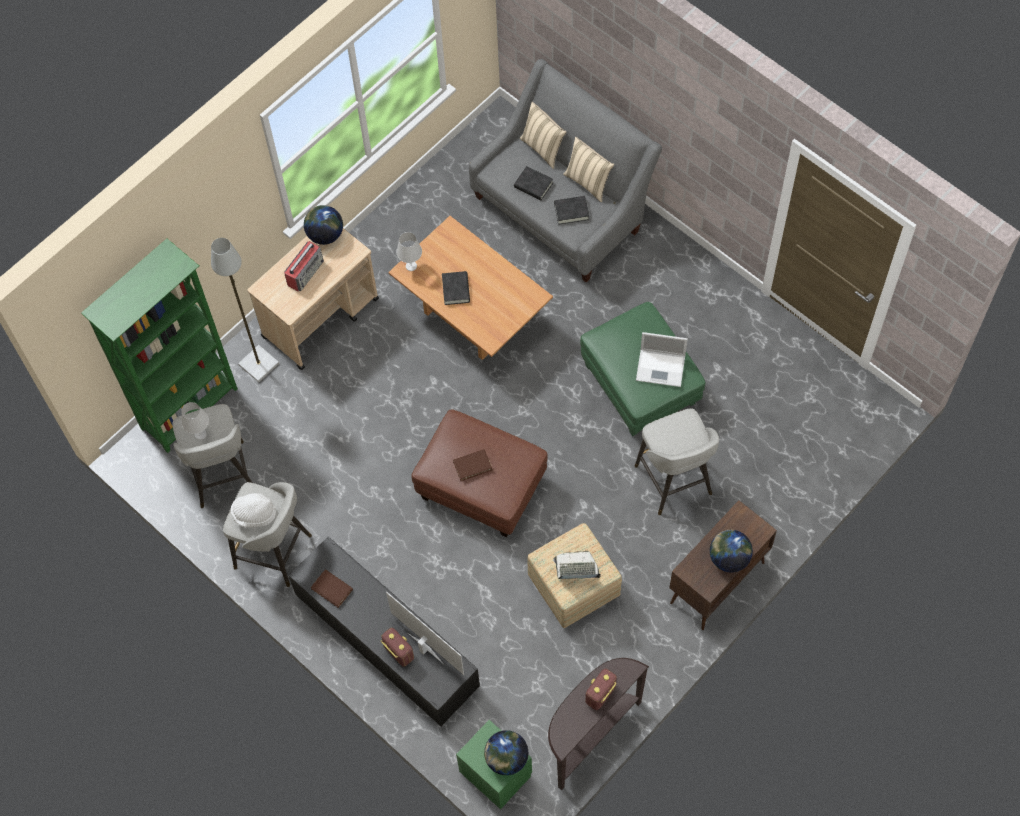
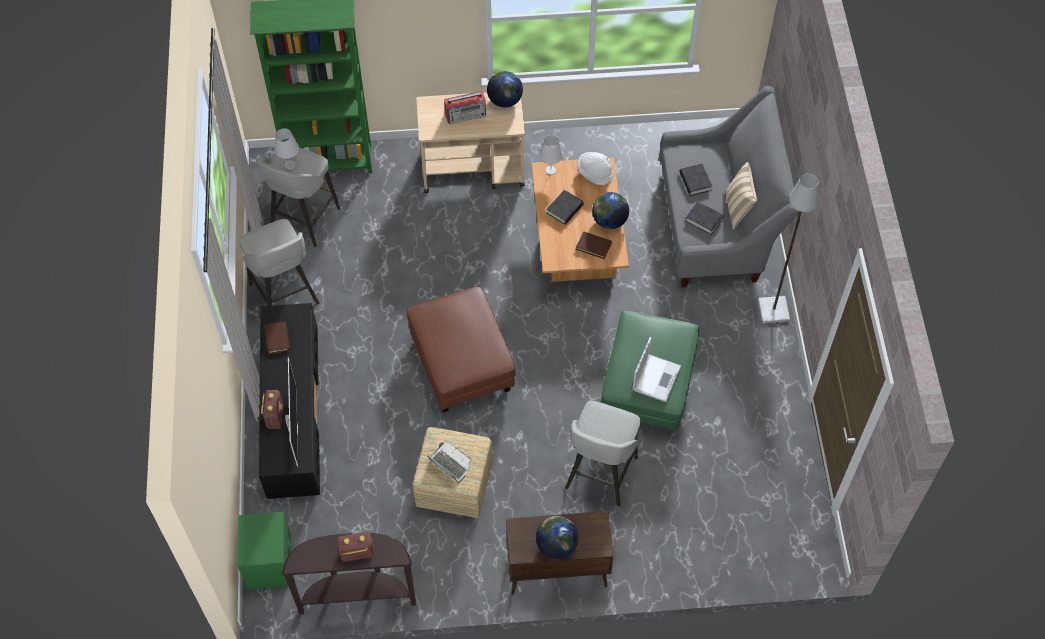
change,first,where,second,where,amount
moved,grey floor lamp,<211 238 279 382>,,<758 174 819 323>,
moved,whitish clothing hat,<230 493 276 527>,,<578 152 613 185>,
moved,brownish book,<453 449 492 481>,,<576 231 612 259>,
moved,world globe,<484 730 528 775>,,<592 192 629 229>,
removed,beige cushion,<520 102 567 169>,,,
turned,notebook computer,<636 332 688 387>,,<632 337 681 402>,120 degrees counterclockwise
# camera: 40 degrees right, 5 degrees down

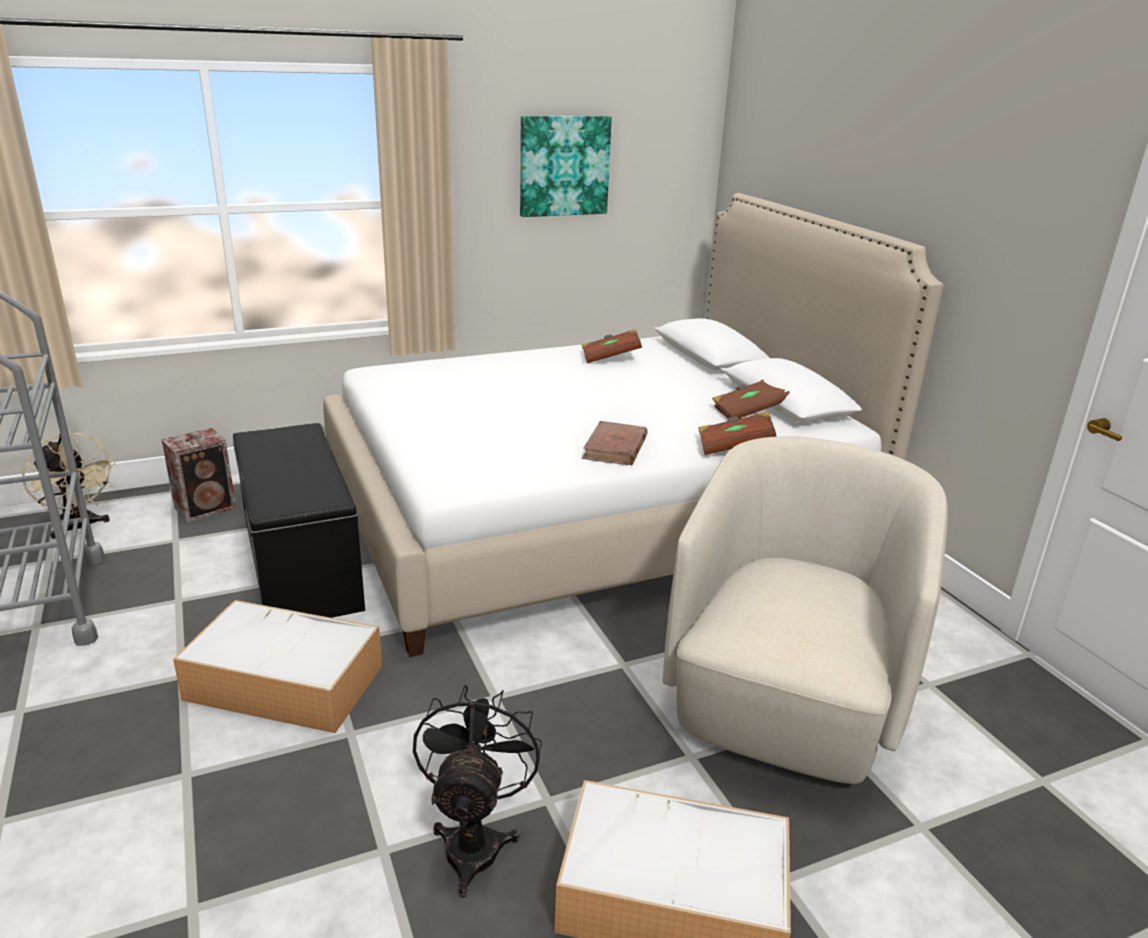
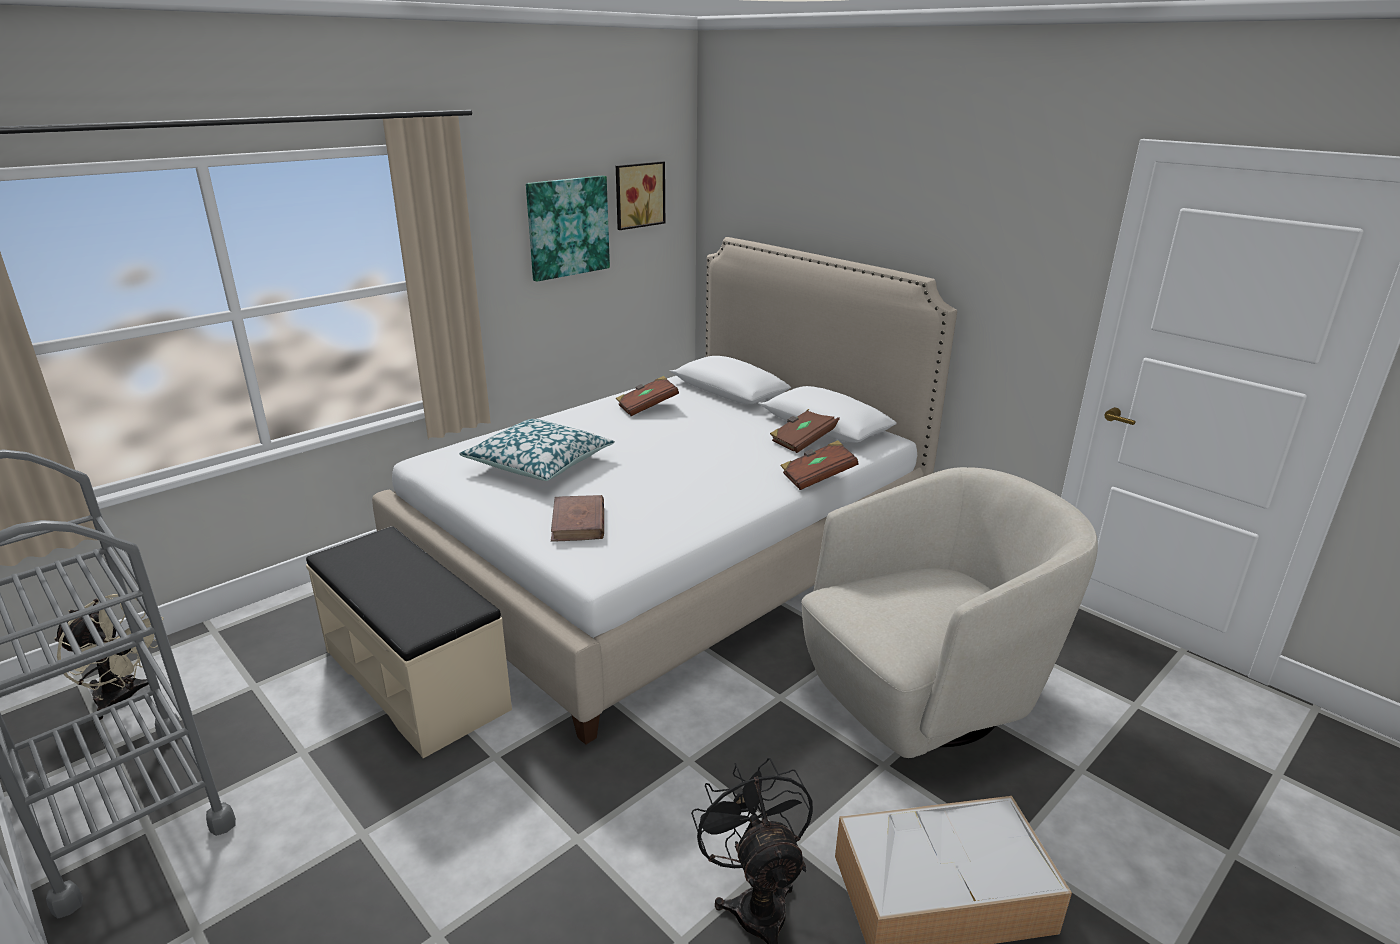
change,first,where,second,where,amount
removed,loudspeaker,<161 428 236 523>,,,
removed,storage container,<173 600 382 733>,,,
recoloured,black-coloured bench,<233 423 365 618>,beige bench,<306 526 512 758>,
moved,brownish book,<582 421 648 465>,,<551 495 604 541>,
turned,beige armchair,<663 436 948 784>,,<801 467 1098 758>,60 degrees clockwise
added,,,cushion,<459 419 615 481>,
added,,,wall art,<616 161 665 230>,
# camera: 20 degrees left, 0 degrees up

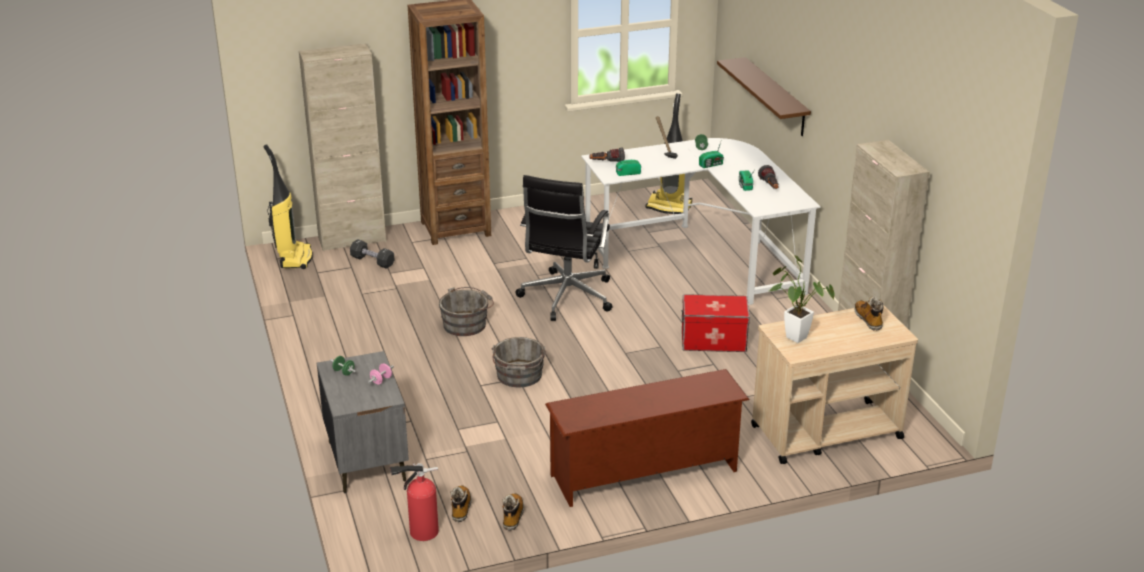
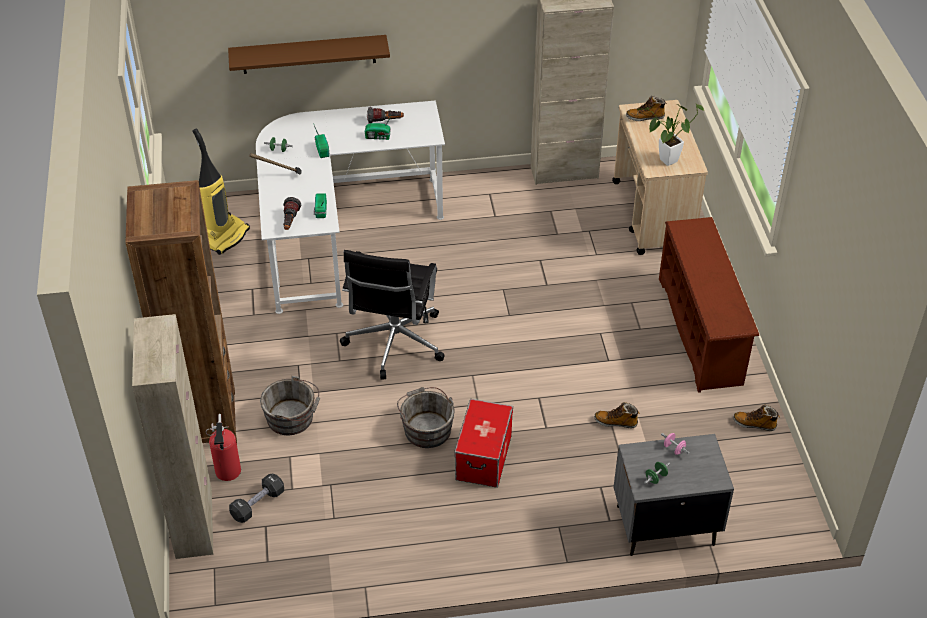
change,first,where,second,where,amount
removed,vacuum cleaner,<263 144 313 269>,,,
moved,extinguisher,<390 463 439 541>,,<205 414 241 481>,
moved,high-top boot,<451 485 472 522>,,<594 402 640 428>,
moved,grey pail,<492 337 546 387>,,<260 376 320 435>,
turned,black-coloured office chair,<515 175 612 321>,,<340 250 445 380>,75 degrees clockwise
moved,storage container,<682 294 750 352>,,<455 399 513 488>,
# camera: 80 degrees left, 15 degrees up

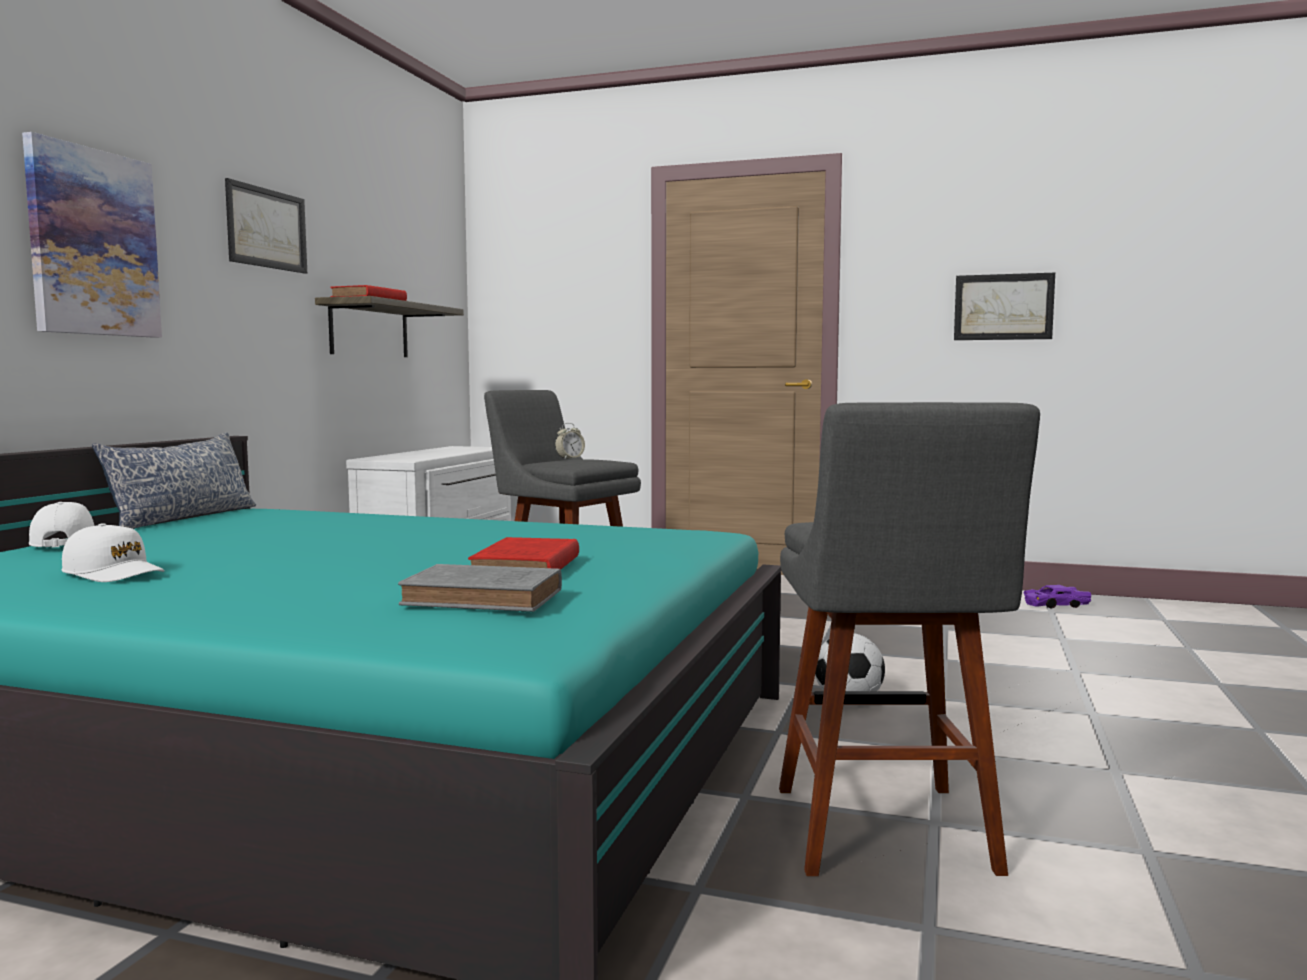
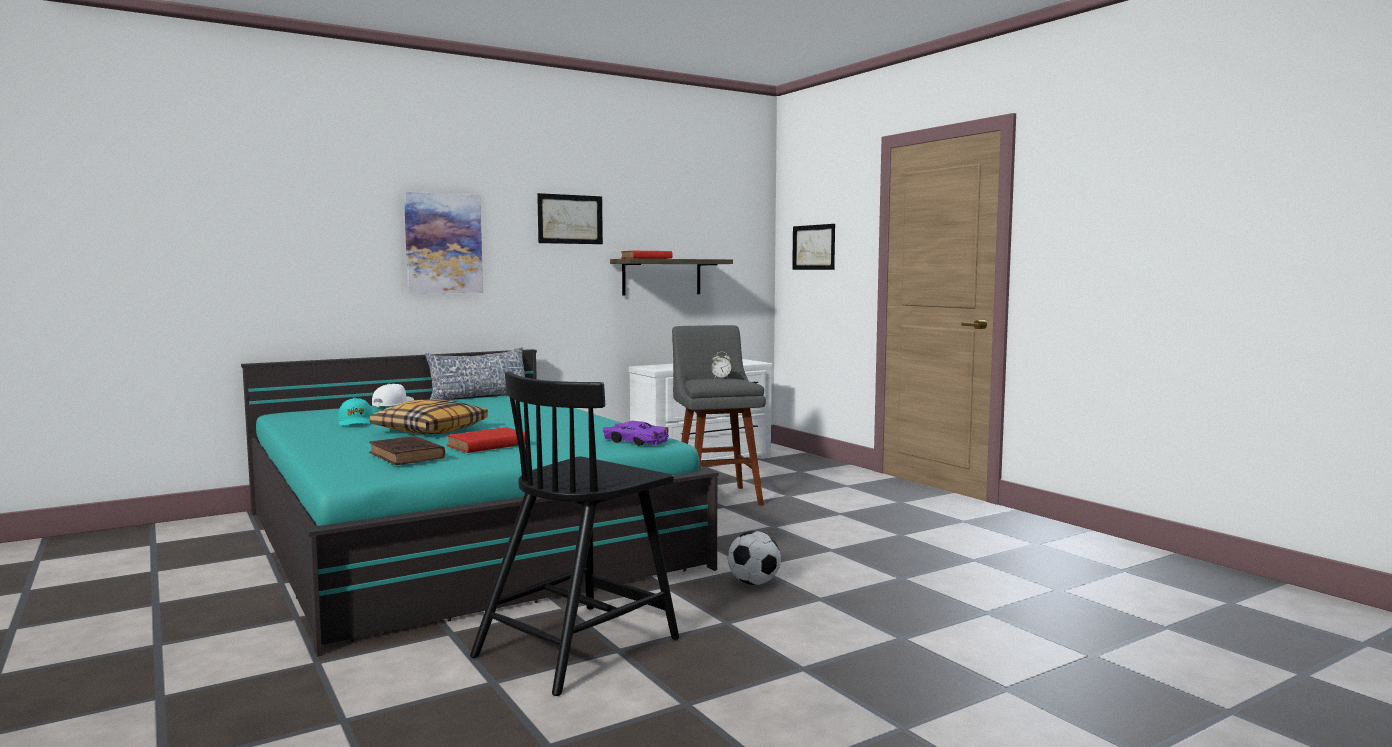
change,first,where,second,where,amount
recoloured,whitish baseball cap,<62 523 165 582>,blue-green baseball cap,<338 398 373 426>,
recoloured,grey book,<398 564 562 612>,brownish book,<369 436 445 465>,
replaced,grey stool seat,<779 402 1040 876>,black-coloured plain chair,<470 372 679 696>,
moved,wall art,<954 273 1055 340>,,<792 224 835 270>,
moved,purplish toy car,<1024 585 1091 608>,,<603 421 669 446>,
added,,,cushion,<370 399 488 434>,
# camera: 40 degrees right, 0 degrees up

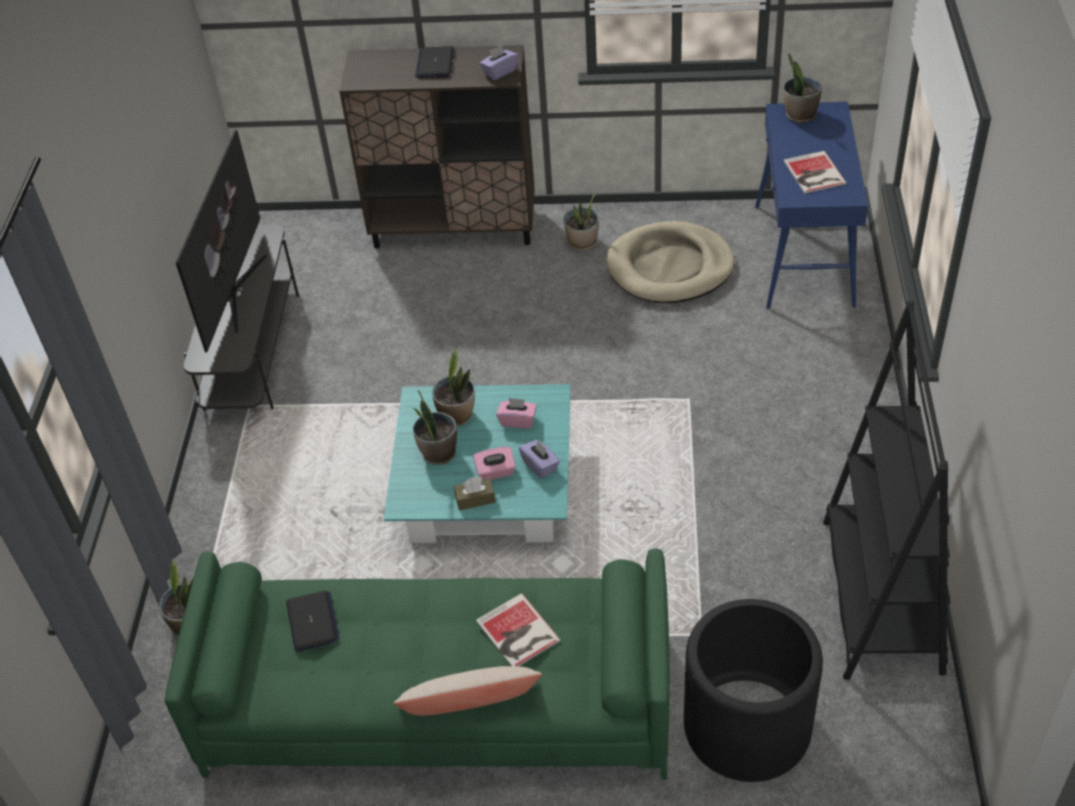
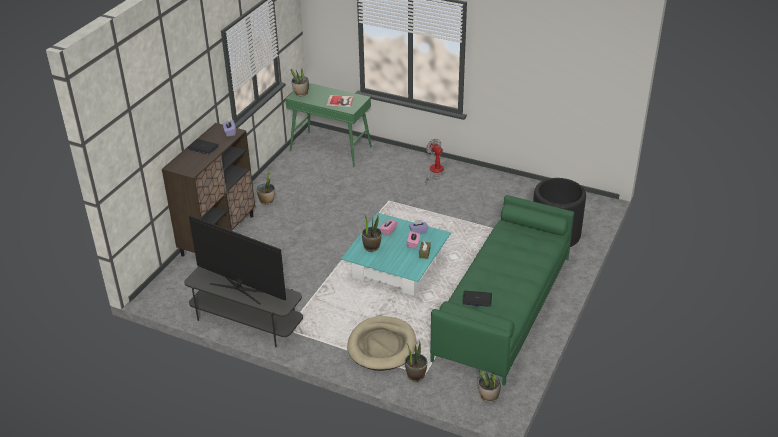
change,first,where,second,where,amount
removed,beige cushion,<393 666 542 716>,,,
moved,plant in a pot,<413 390 457 465>,,<478 370 501 402>,
removed,book,<476 593 561 667>,,,
moved,beige pet bed,<606 221 735 303>,,<347 316 416 371>,
recoloured,bluish console table,<755 102 868 309>,green-coloured console table,<285 83 372 167>,
removed,black-coloured bookshelf,<823 300 951 680>,,,
added,,,cooling fan,<425 139 444 185>,
# camera: 70 degrees left, 10 degrees down

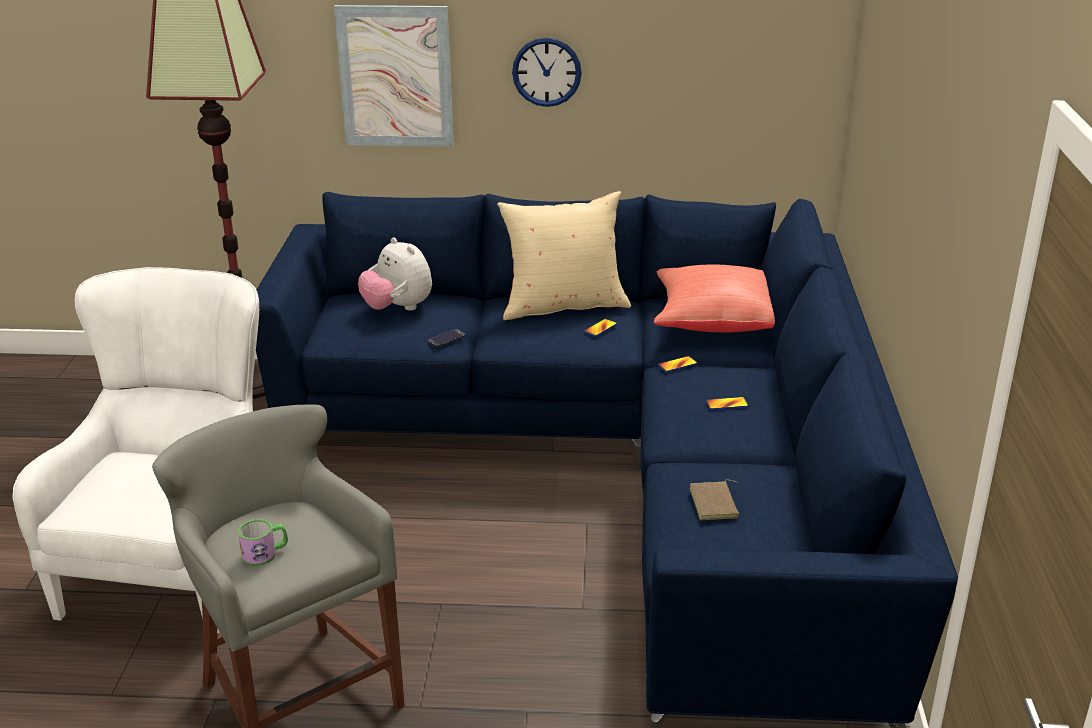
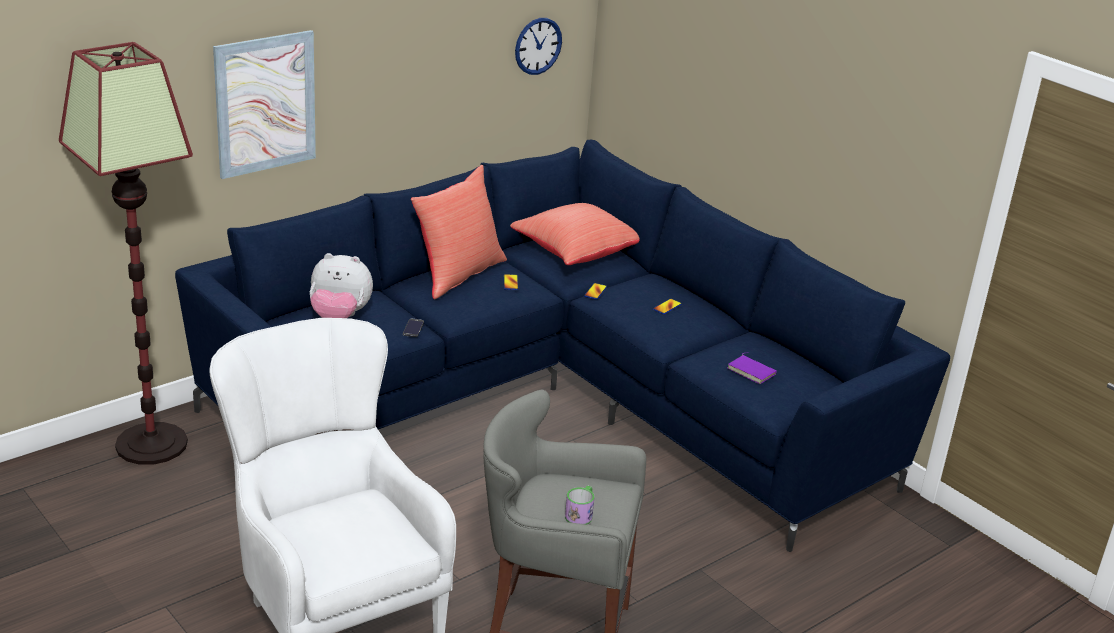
change,first,where,second,where,amount
recoloured,beige cushion,<497 191 631 320>,red cushion,<411 165 507 299>,
moved,hanging clock,<512 38 582 107>,,<515 18 562 75>,
recoloured,brownish book,<690 479 739 520>,purplish book,<727 352 777 384>,
# camera: 45 degrees left, 0 degrees up

